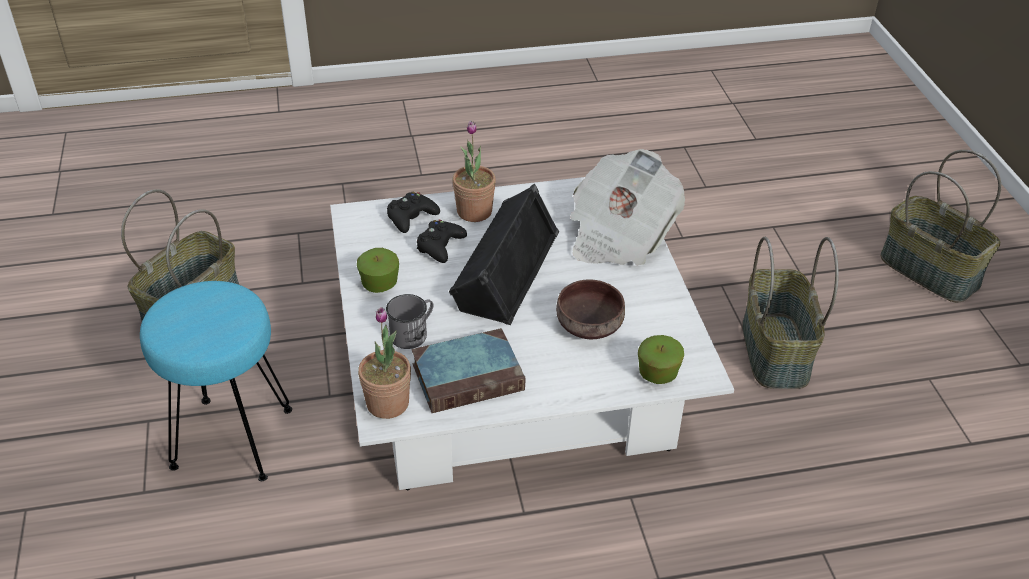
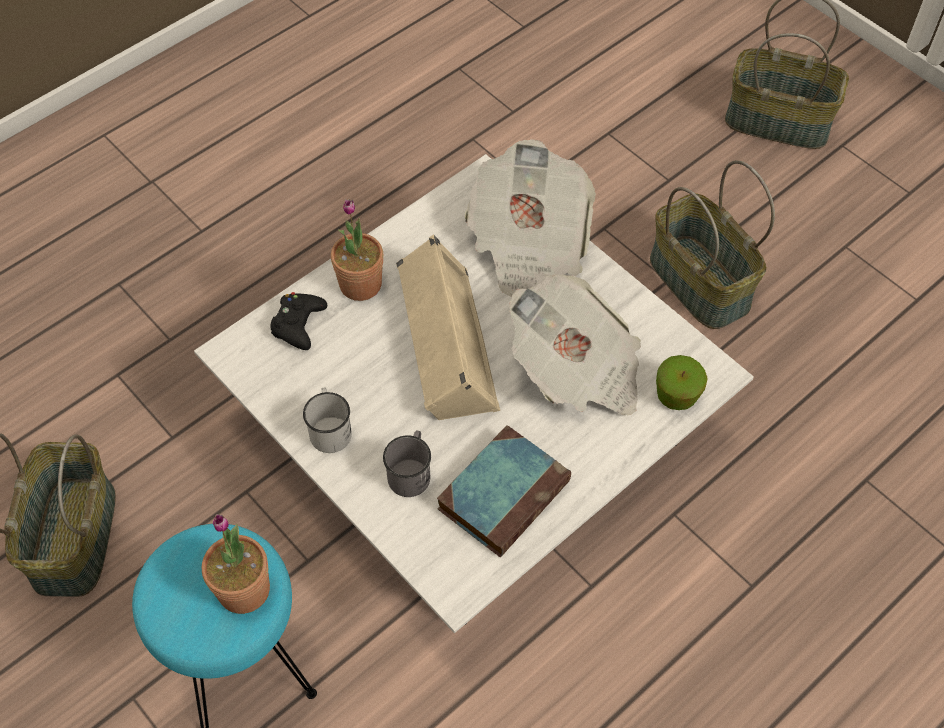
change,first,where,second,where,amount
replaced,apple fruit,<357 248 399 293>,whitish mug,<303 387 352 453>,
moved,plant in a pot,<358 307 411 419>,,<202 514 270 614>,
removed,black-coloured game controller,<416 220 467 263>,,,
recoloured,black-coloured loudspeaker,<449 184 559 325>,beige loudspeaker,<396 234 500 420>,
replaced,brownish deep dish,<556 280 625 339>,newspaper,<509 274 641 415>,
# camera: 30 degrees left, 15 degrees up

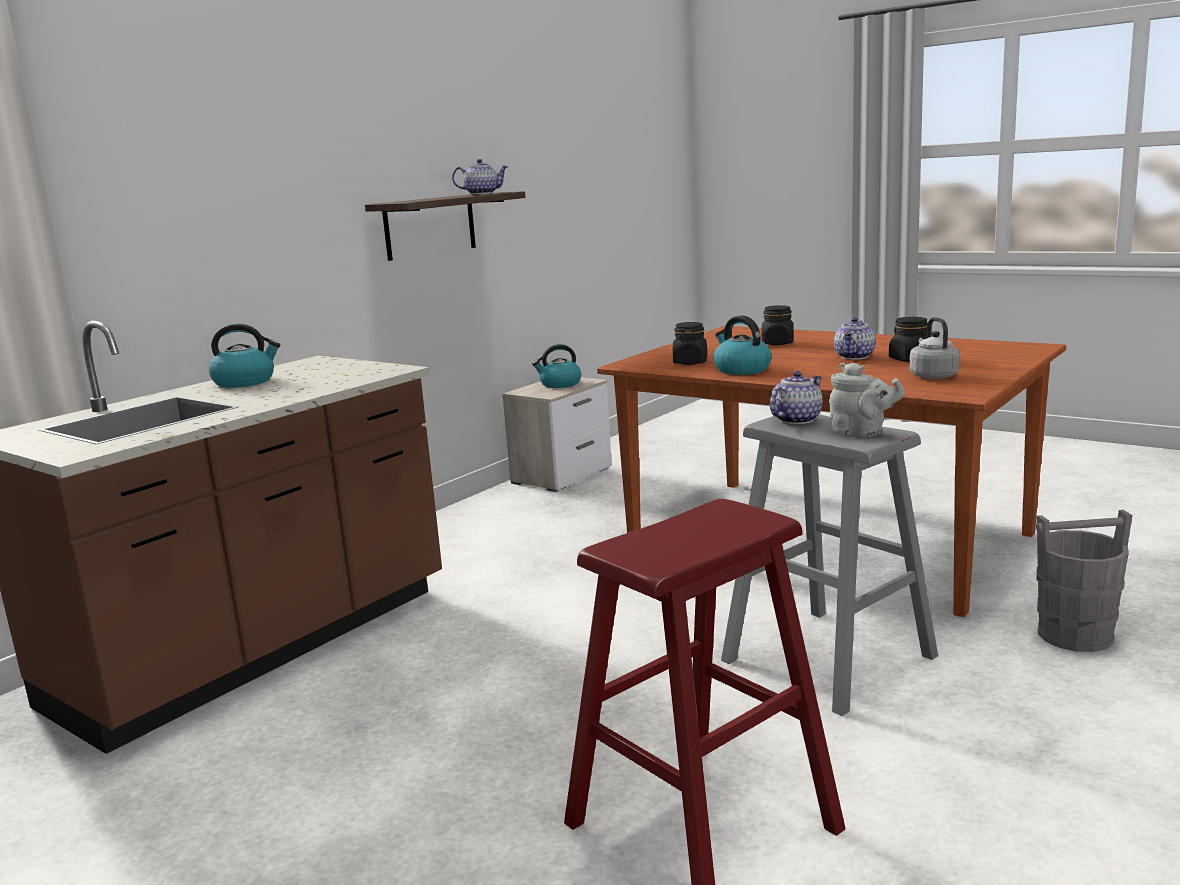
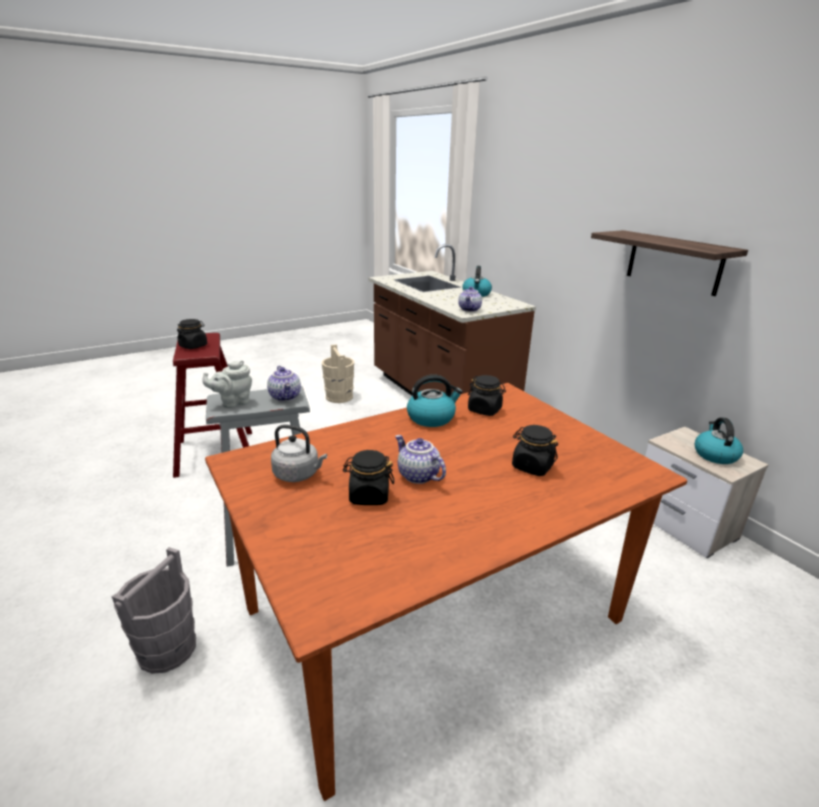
change,first,where,second,where,amount
moved,pot for tea,<452 159 508 194>,,<458 287 482 312>,
added,,,black-coloured storage jar,<177 319 207 349>,
added,,,beige pail,<322 344 354 403>,
# camera: 110 degrees right, 10 degrees up

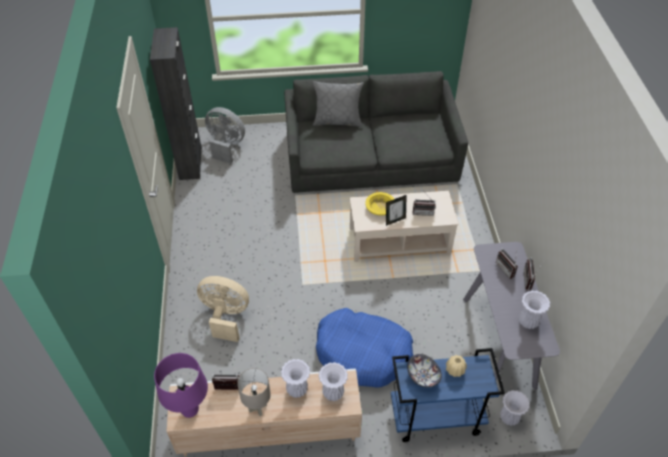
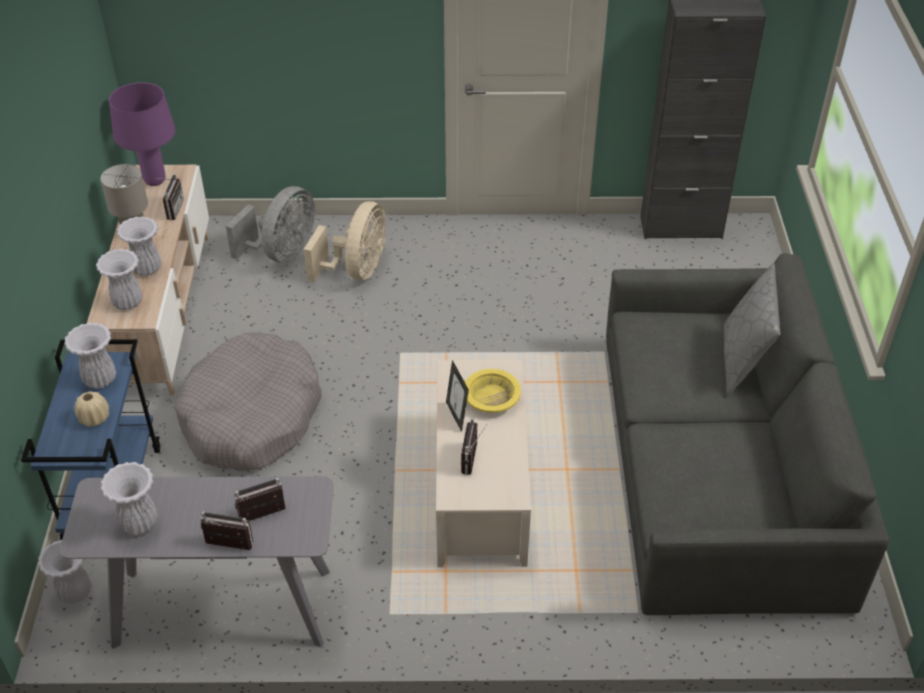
change,first,where,second,where,amount
moved,grey cooling fan,<205 107 245 164>,,<226 186 315 263>,
recoloured,bluish pet bed,<316 308 414 388>,grey pet bed,<175 332 322 471>,
replaced,deep dish,<407 354 442 388>,whitish vase,<64 323 116 389>,
# camera: 95 degrees right, 5 degrees down

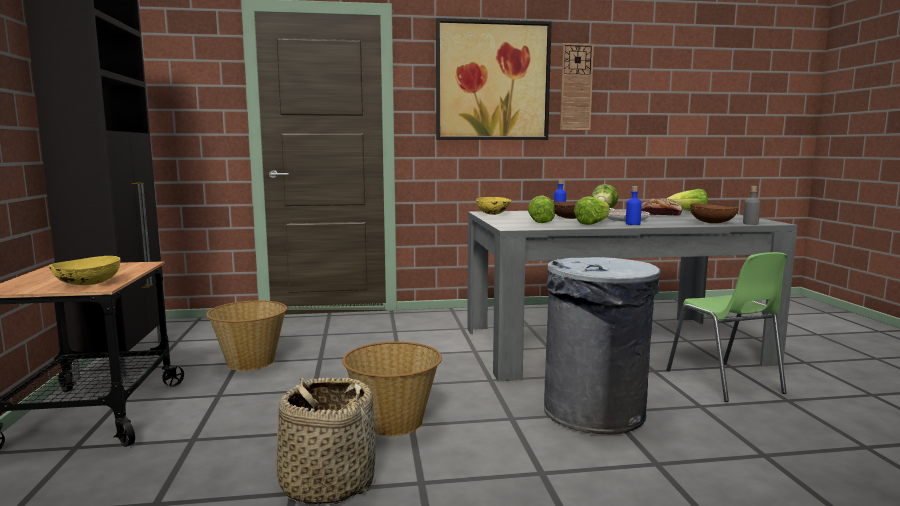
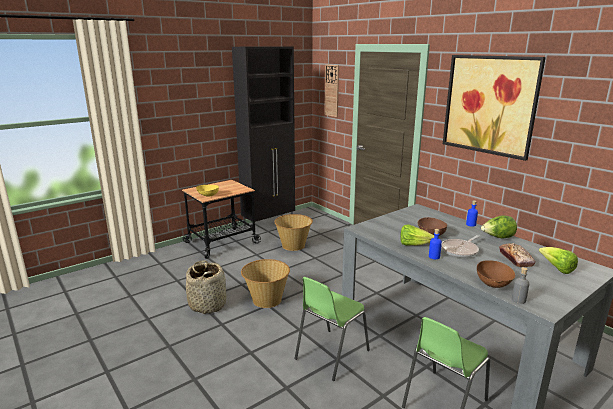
change,first,where,second,where,amount
removed,yellow-coloured deep dish,<476 197 512 215>,,,
removed,head of lettuce,<528 195 555 223>,,,
replaced,grey trash can,<544 257 660 435>,green-coloured plain chair,<295 277 370 381>,
moved,hanging clock,<560 43 594 130>,,<325 64 339 117>,
# camera: 60 degrees right, 10 degrees up

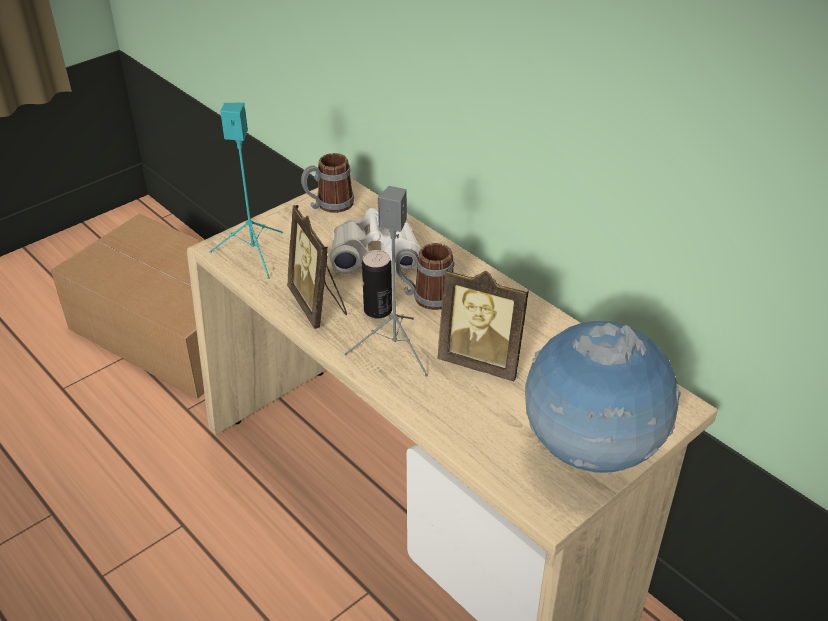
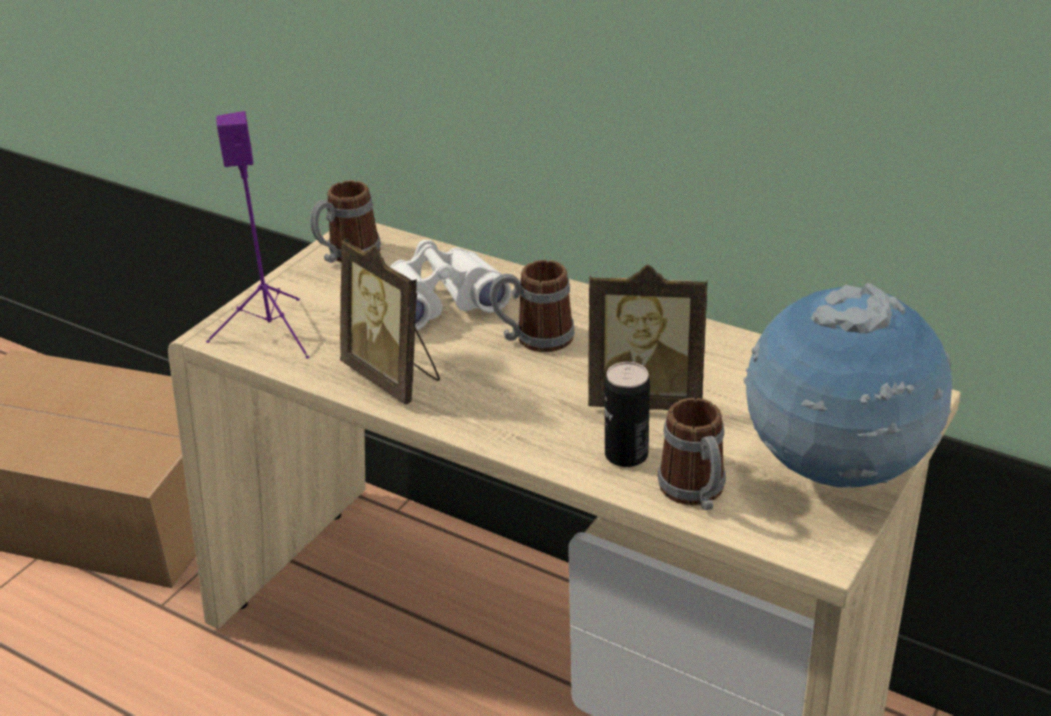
change,first,where,second,where,amount
recoloured,blue-green loudspeaker,<209 102 283 279>,purplish loudspeaker,<206 111 309 359>,
removed,grey loudspeaker,<345 186 428 376>,,,
moved,metal can,<362 250 392 319>,,<605 362 650 467>,
added,,,mug,<658 398 726 510>,
# camera: 15 degrees left, 5 degrees down

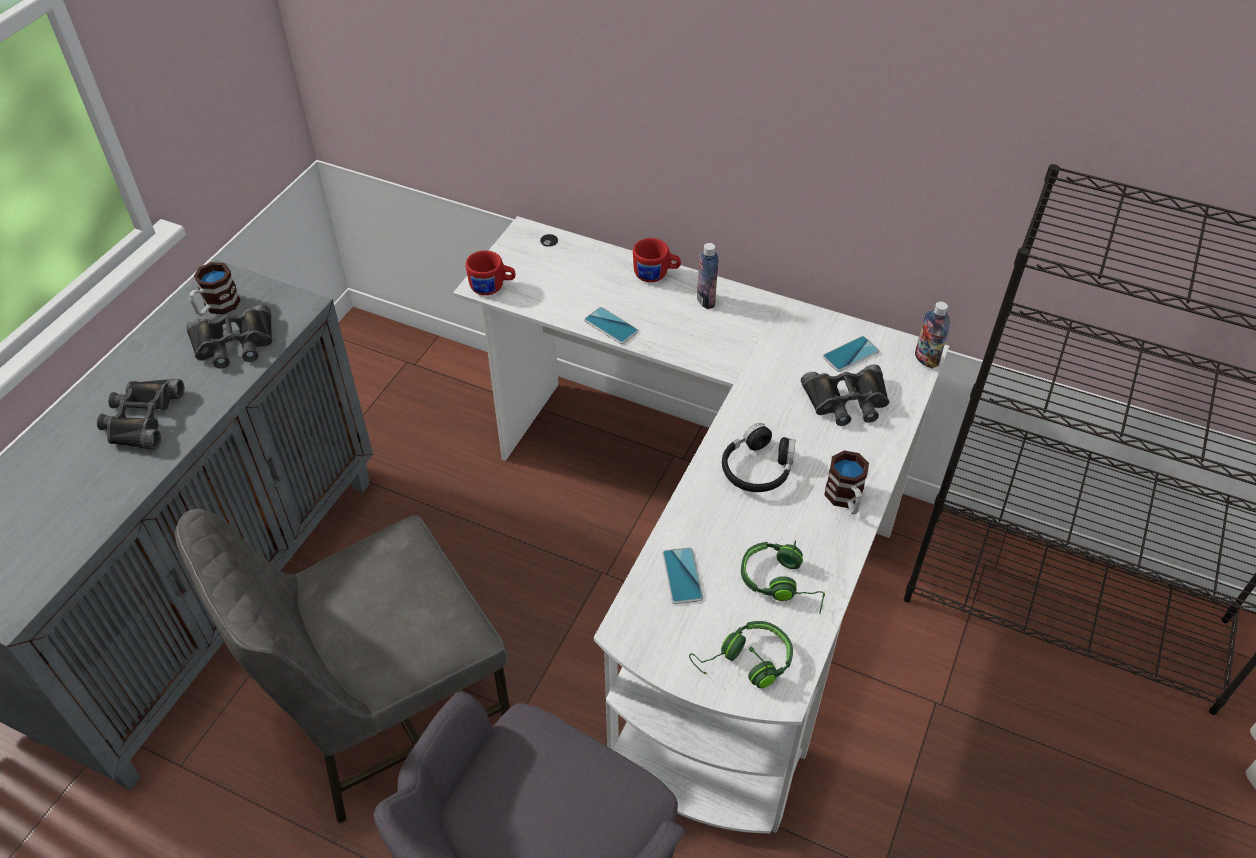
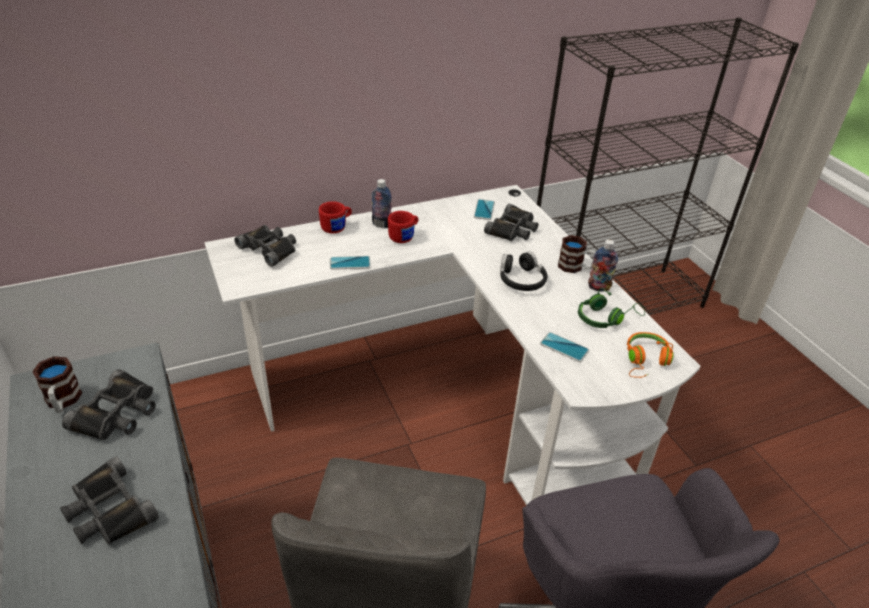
change,first,where,second,where,amount
moved,red mug,<466 250 515 295>,,<388 211 418 243>,
recoloured,green-coloured pair of headphones,<689 621 793 688>,orangey pair of headphones,<627 332 674 378>,
moved,beverage bottle,<915 301 950 369>,,<588 240 618 291>,
added,,,black-coloured binoculars,<234 225 296 267>,
# camera: 50 degrees left, 10 degrees down

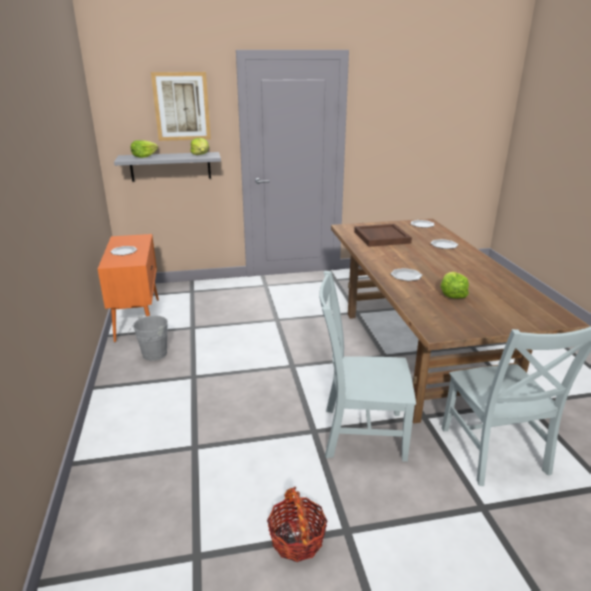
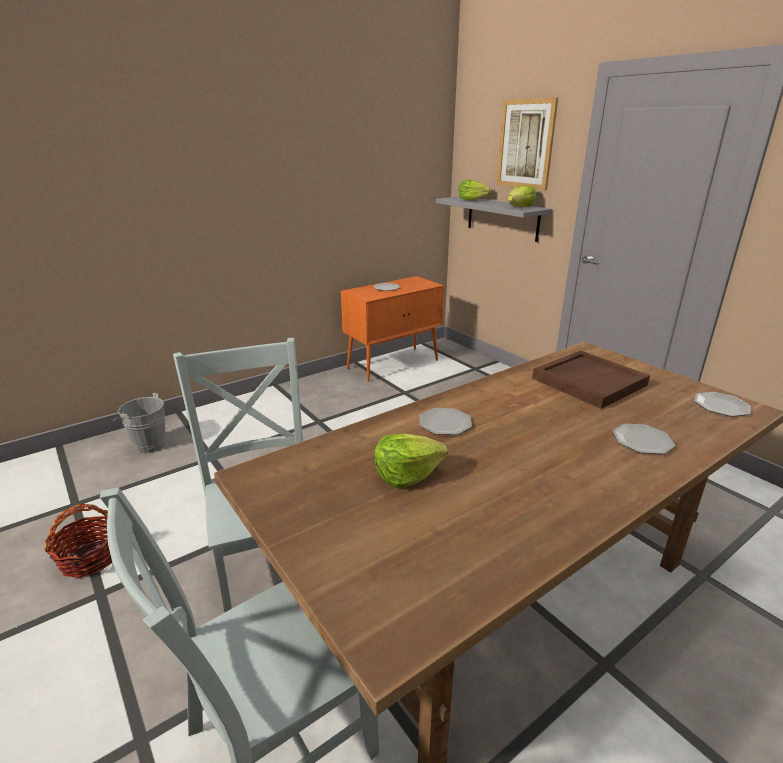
change,first,where,second,where,amount
moved,grey pail,<128 314 168 361>,,<113 393 166 454>,
# camera: 65 degrees right, 0 degrees up

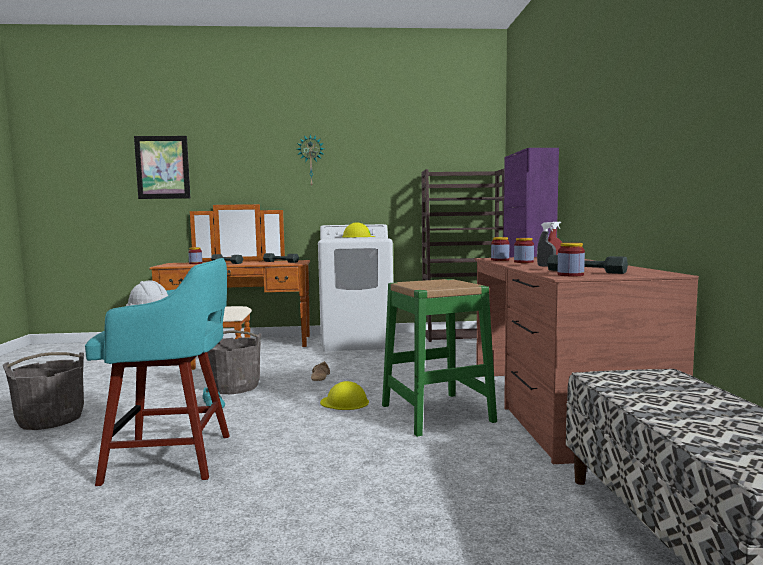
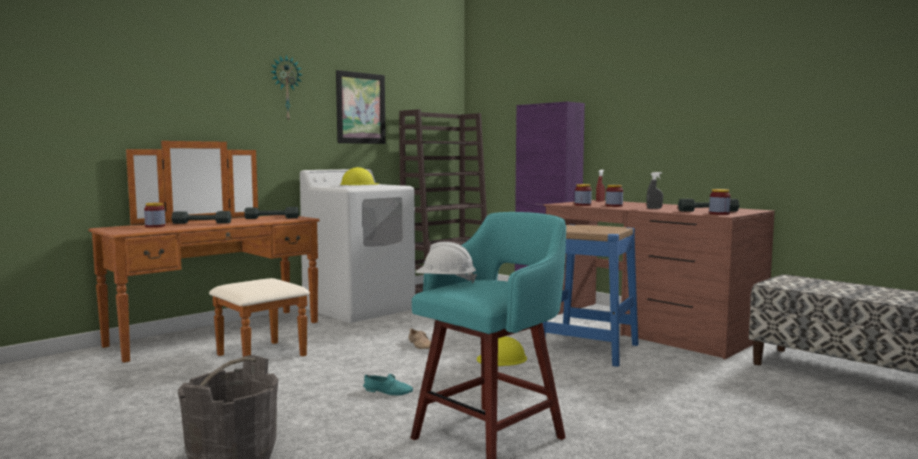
change,first,where,second,where,amount
moved,wall art,<134 136 191 199>,,<336 70 386 144>,
removed,grey pail,<207 330 261 394>,,,
recoloured,green-coloured stool seat,<382 279 497 437>,bluish stool seat,<543 224 639 367>,
# camera: 40 degrees left, 0 degrees up

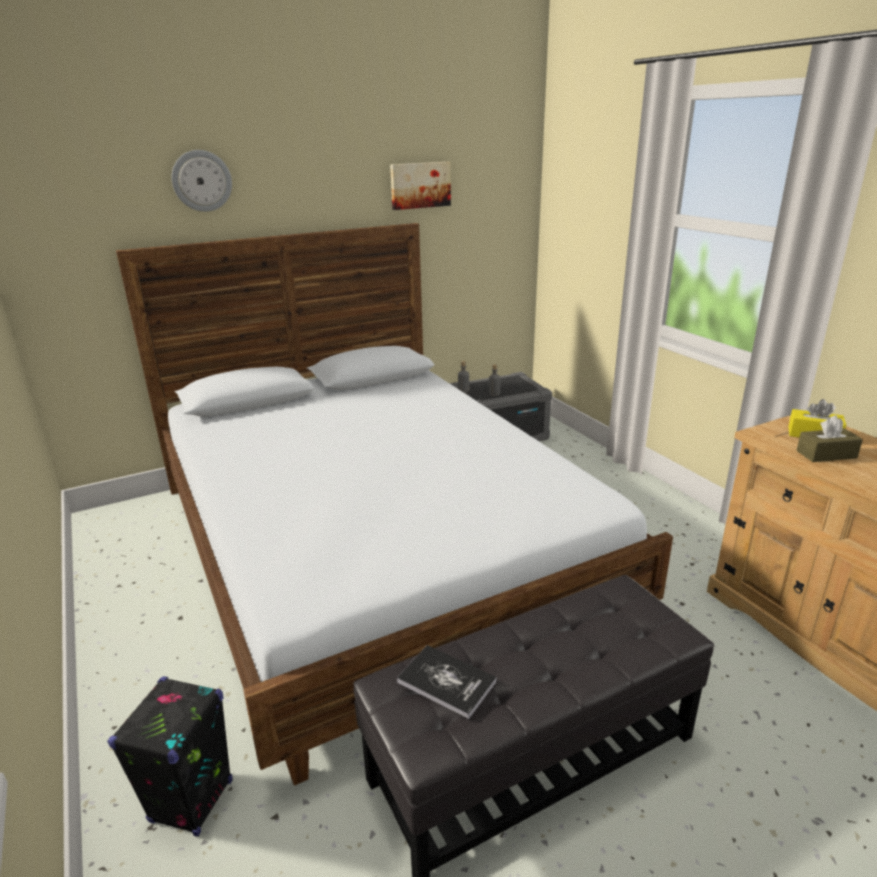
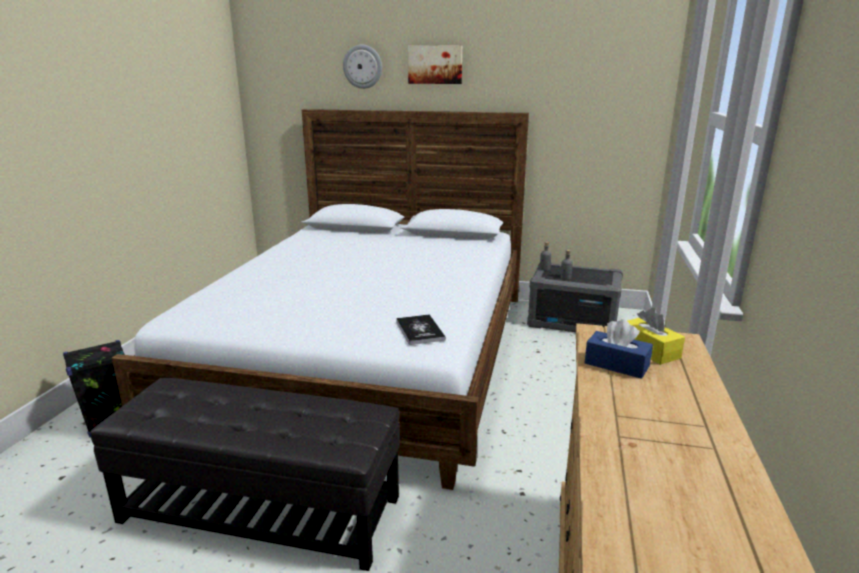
change,first,where,second,where,amount
moved,wall art,<390 162 451 210>,,<408 45 462 84>,
moved,book,<397 645 497 719>,,<396 315 446 345>,
recoloured,brownish tissue holder,<796 416 863 462>,bluish tissue holder,<585 319 653 379>,
# camera: 40 degrees right, 5 degrees down

